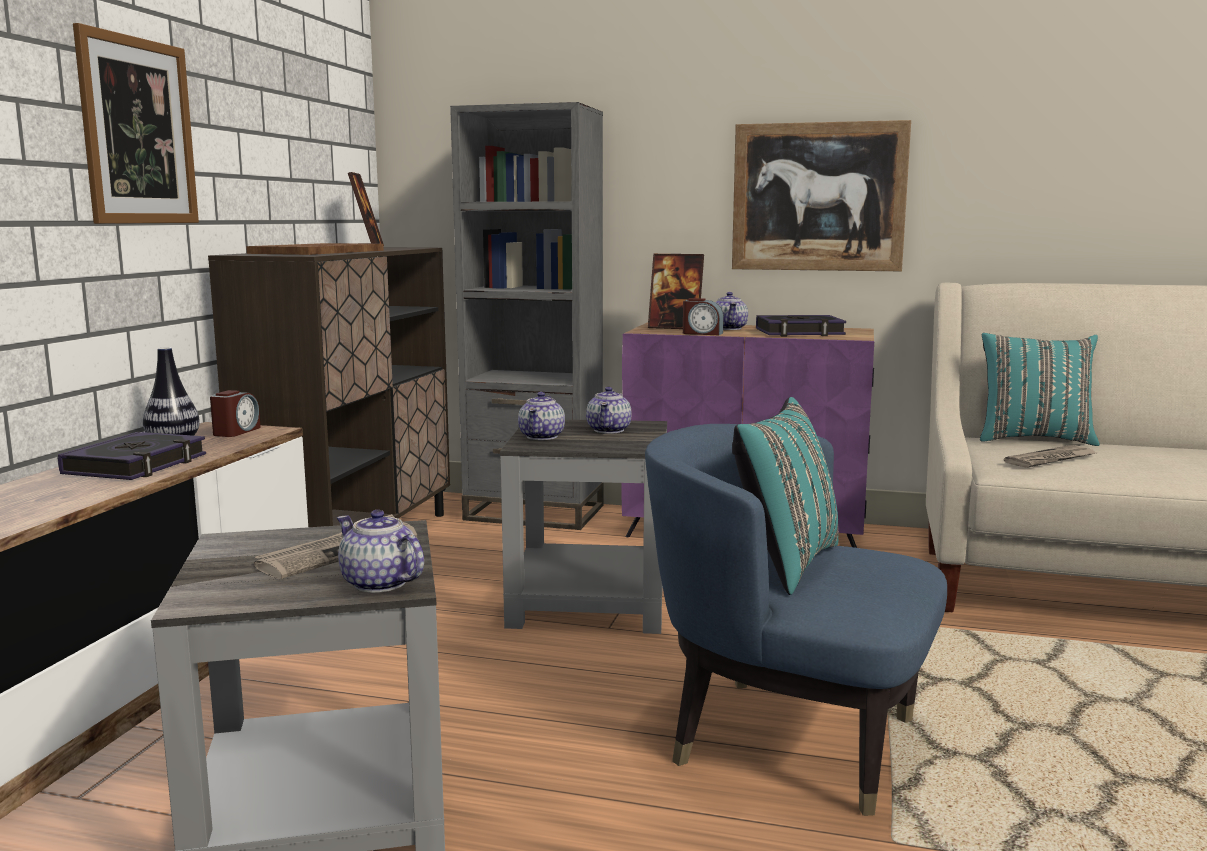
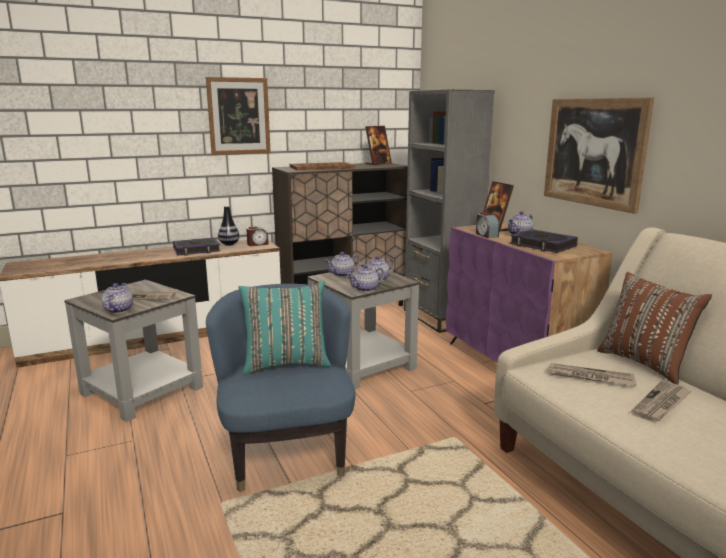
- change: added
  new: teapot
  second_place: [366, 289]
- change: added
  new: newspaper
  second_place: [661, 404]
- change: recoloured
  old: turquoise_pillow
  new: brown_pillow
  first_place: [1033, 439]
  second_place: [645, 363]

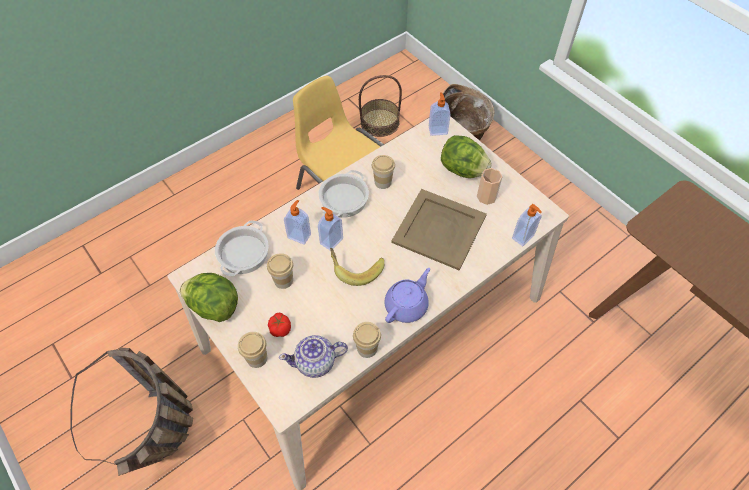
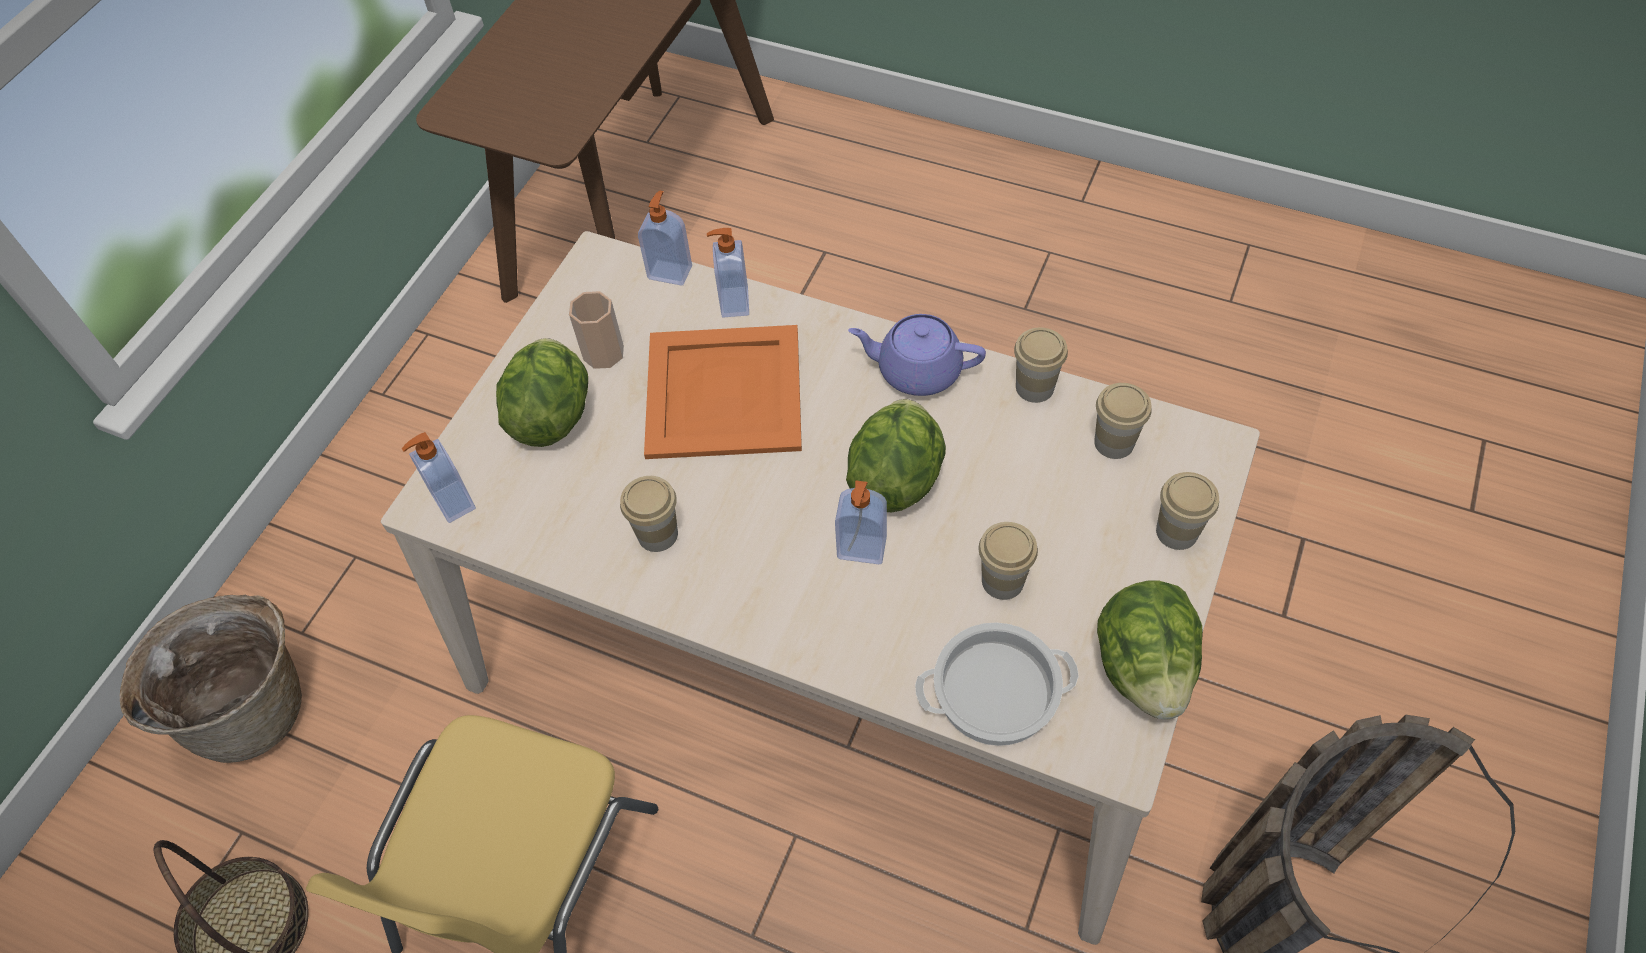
- change: removed
  old: tomato
  first_place: [280, 328]
- change: removed
  old: cooking_pot
  first_place: [343, 199]
- change: moved
  old: soap_dispenser
  first_place: [299, 235]
  second_place: [733, 302]
- change: replaced
  old: teapot
  new: cup
  first_place: [316, 362]
  second_place: [1114, 442]
- change: replaced
  old: banana
  new: lettuce
  first_place: [356, 269]
  second_place: [896, 477]
- change: recoloured
  old: beige_tray
  new: orange_tray
  first_place: [439, 229]
  second_place: [725, 391]

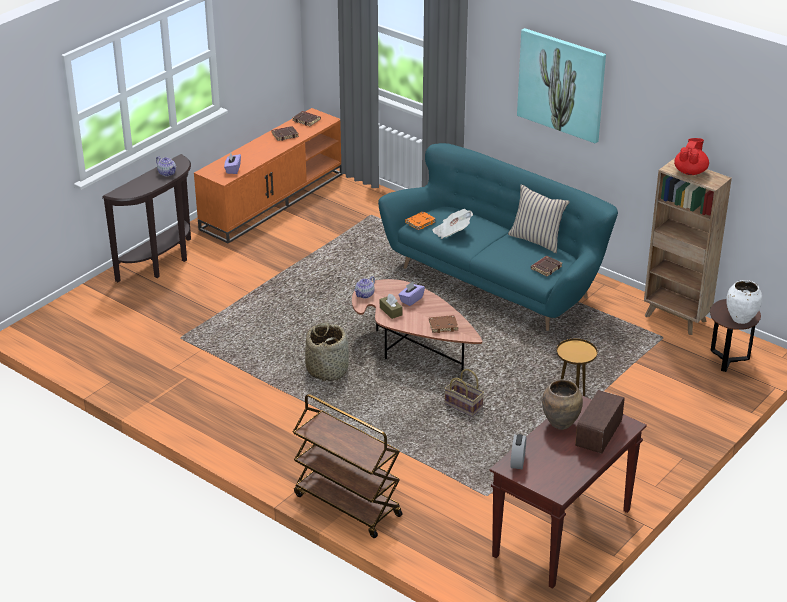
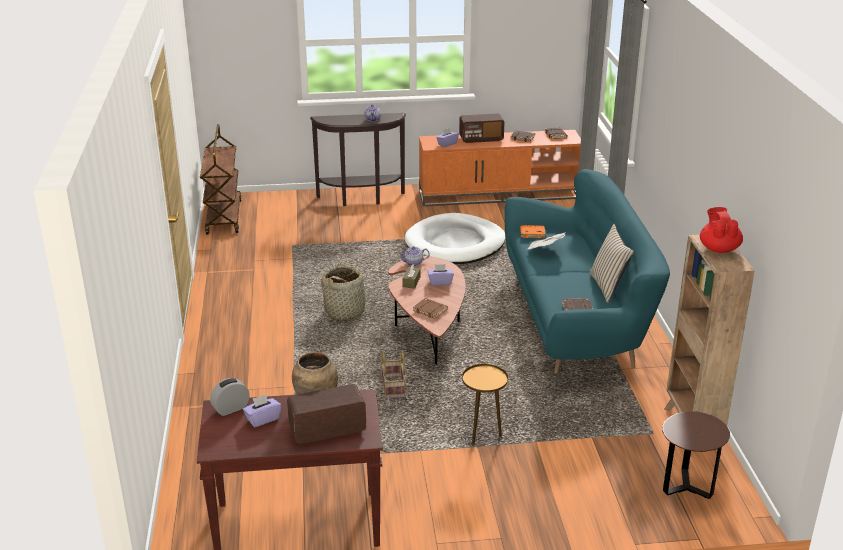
- change: removed
  old: picture
  first_place: [562, 84]
- change: removed
  old: white_vase
  first_place: [740, 319]
- change: added
  new: purple_tissue_box
  second_place: [262, 419]
- change: added
  new: white_dog_bed
  second_place: [455, 244]
- change: added
  new: radio
  second_place: [481, 139]
- change: moved
  old: brown_cart
  first_place: [346, 505]
  second_place: [223, 216]
- change: turned
  old: red_teapot
  first_place: [690, 171]
  second_place: [718, 248]
  degrees: -75

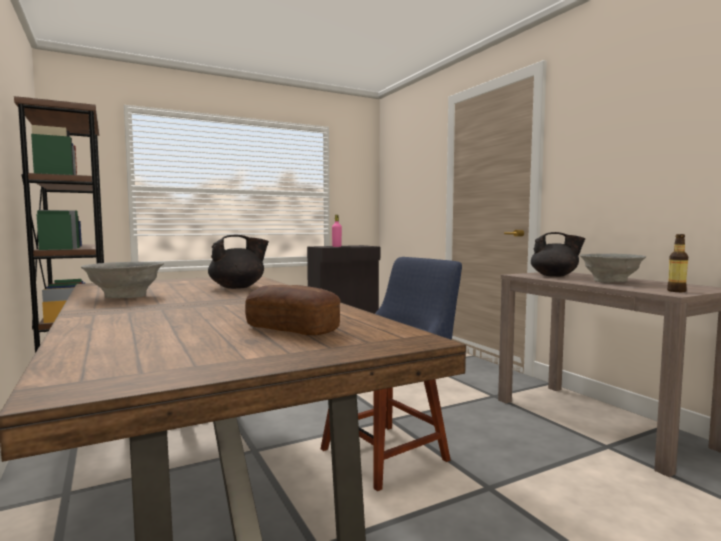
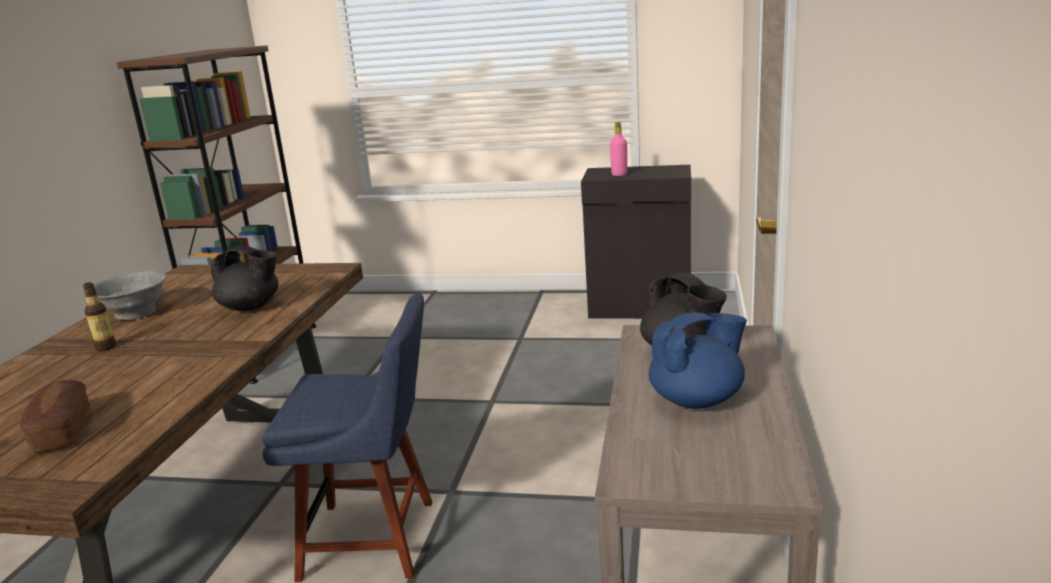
- change: moved
  old: bottle
  first_place: [676, 291]
  second_place: [106, 347]
- change: replaced
  old: grey_bowl
  new: blue_teapot
  first_place: [610, 281]
  second_place: [697, 400]

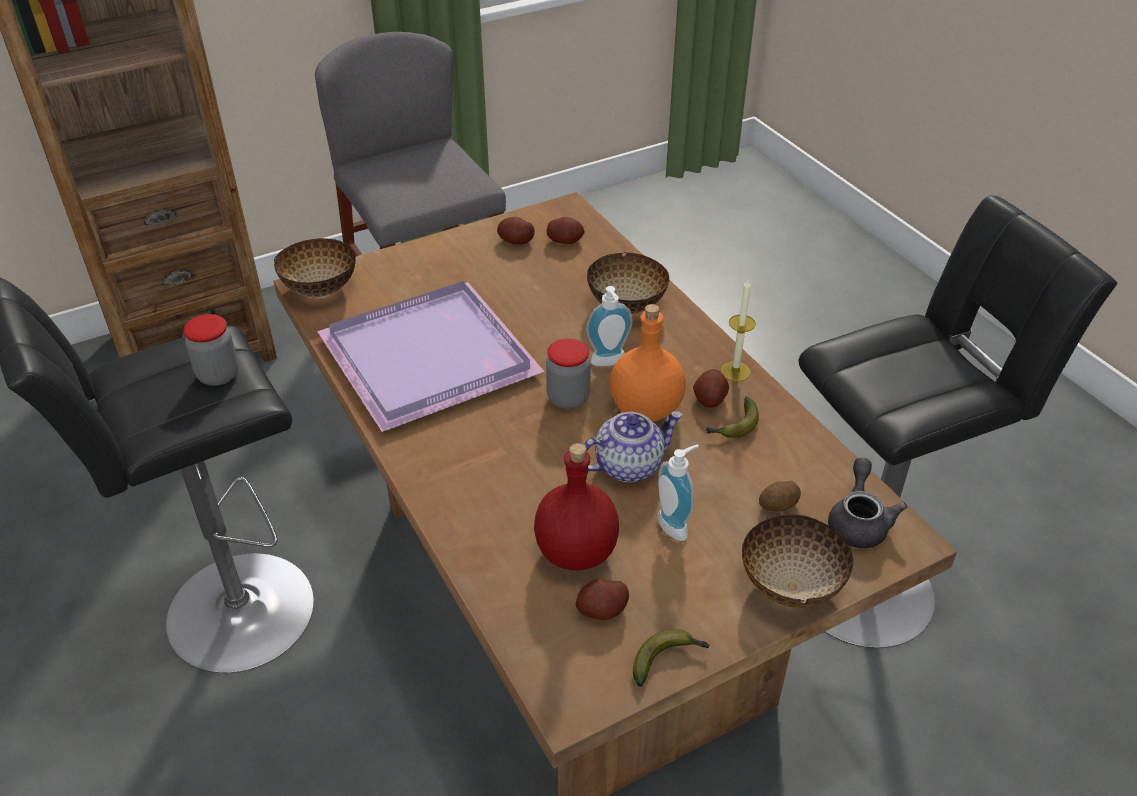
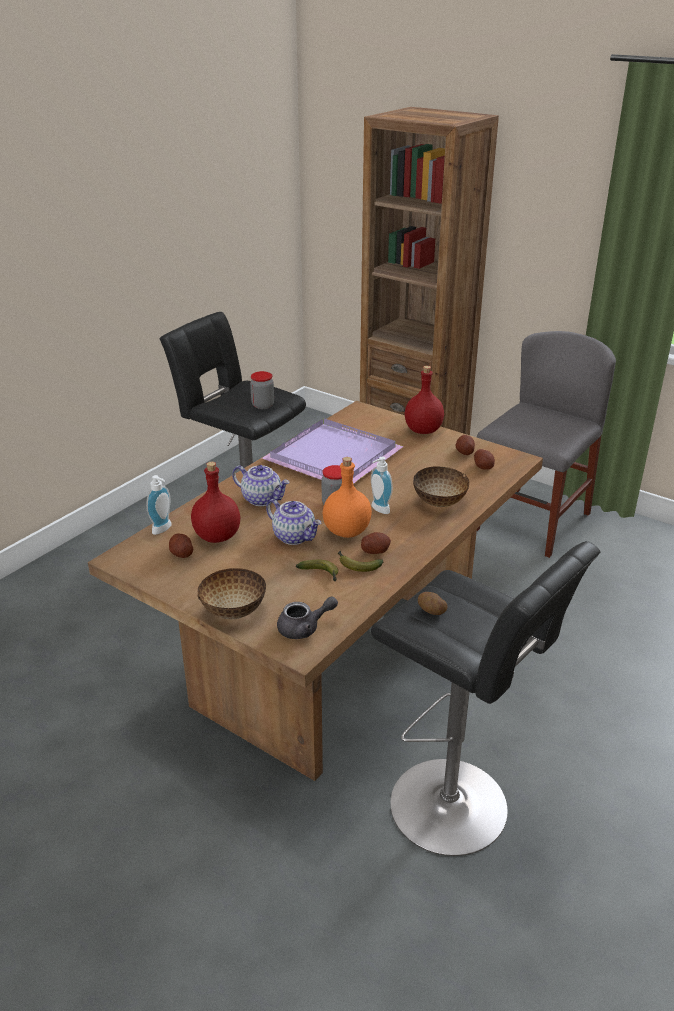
- change: removed
  old: bowl
  first_place: [321, 289]
- change: removed
  old: candle
  first_place: [735, 371]
- change: added
  new: teapot
  second_place: [262, 499]
- change: added
  new: red_bottle
  second_place: [423, 430]
- change: moved
  old: banana
  first_place: [668, 659]
  second_place: [321, 574]
- change: moved
  old: soap_dispenser
  first_place: [676, 524]
  second_place: [164, 529]
- change: moved
  old: potato
  first_place: [778, 506]
  second_place: [431, 611]

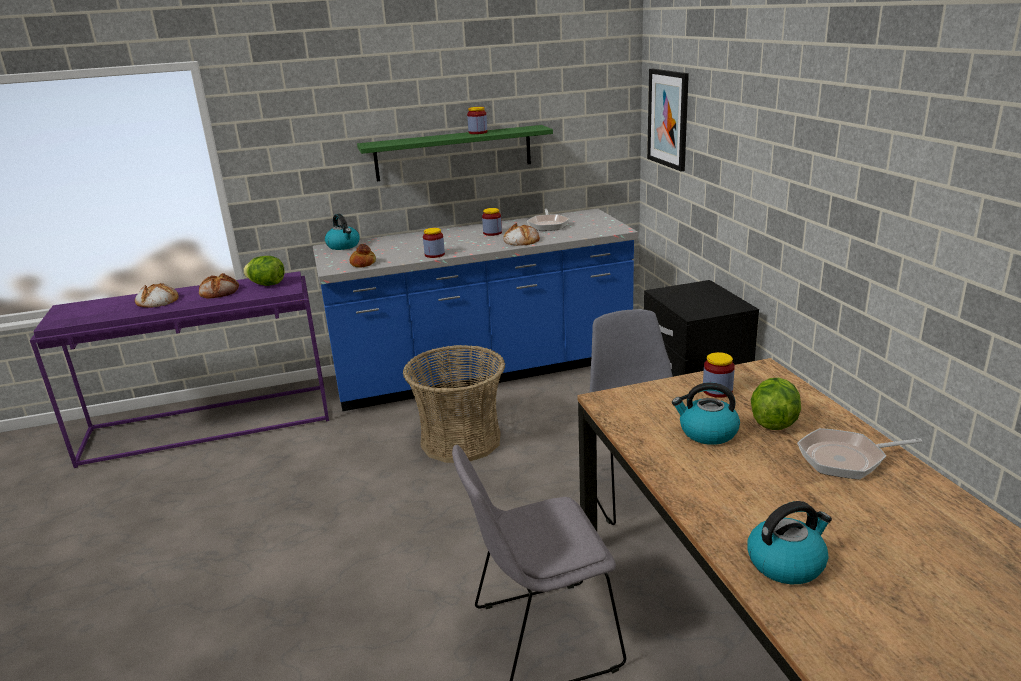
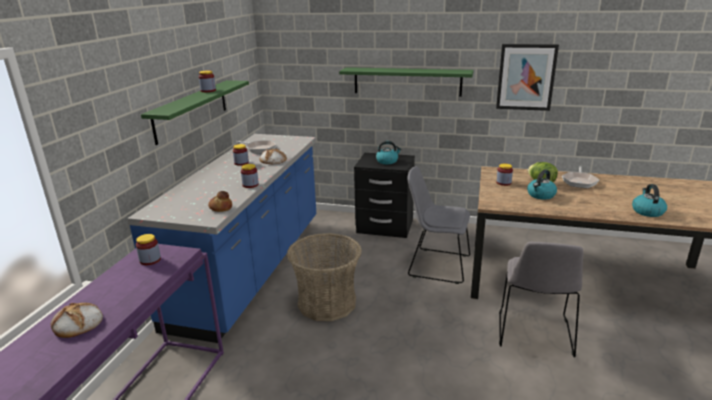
- change: removed
  old: bread
  first_place: [219, 291]
- change: added
  new: green_shelf
  second_place: [407, 81]
- change: moved
  old: kettle
  first_place: [343, 246]
  second_place: [387, 161]
- change: moved
  old: picture
  first_place: [668, 118]
  second_place: [526, 77]
- change: replaced
  old: lettuce
  new: jar
  first_place: [267, 284]
  second_place: [150, 260]

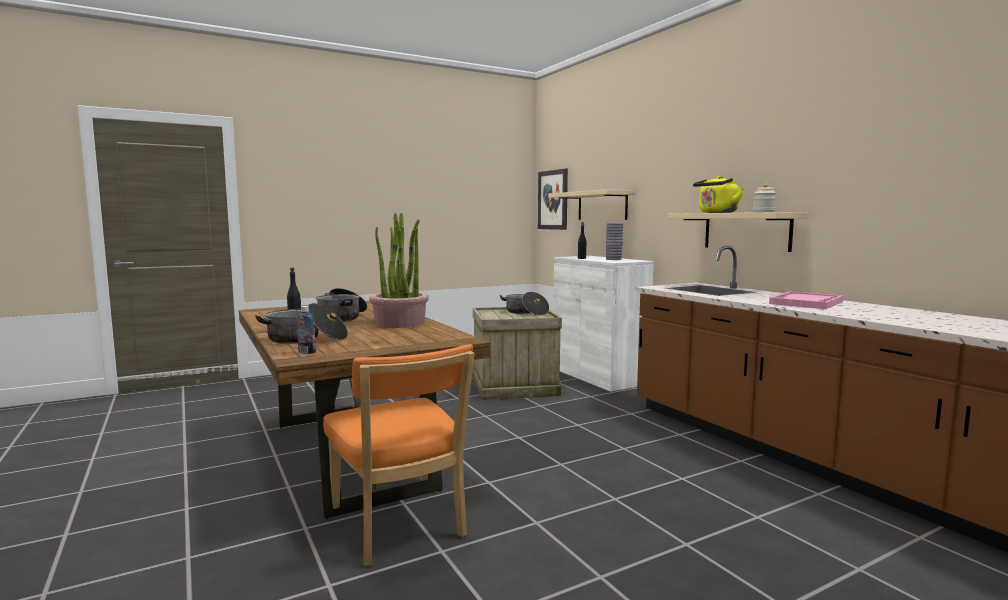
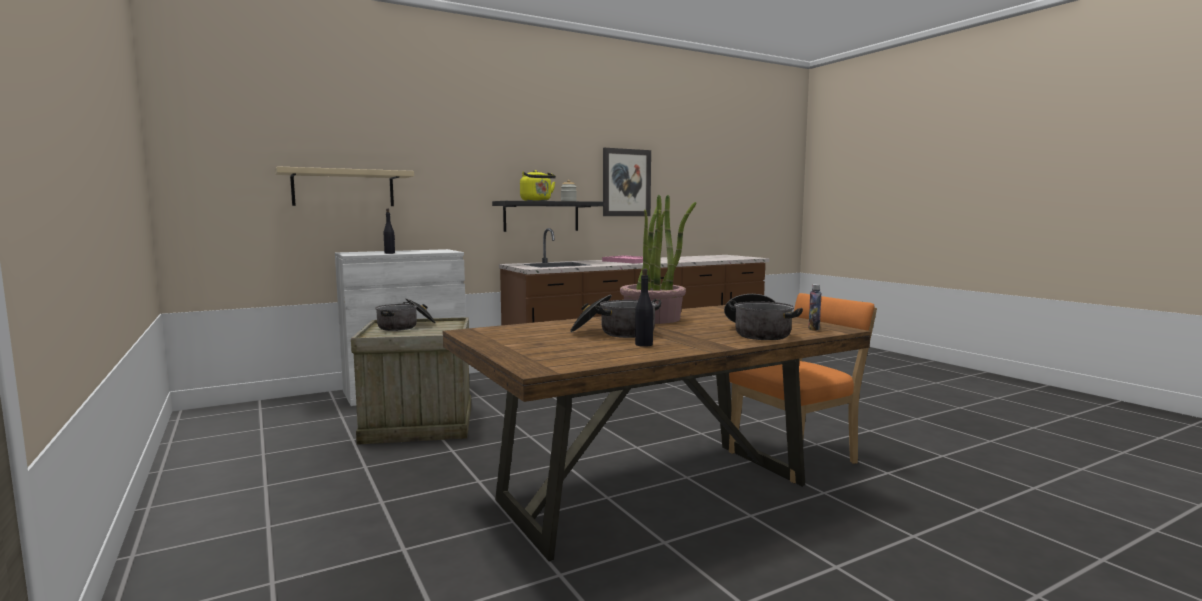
- change: removed
  old: grey_vase
  first_place: [613, 259]
- change: moved
  old: picture
  first_place: [553, 200]
  second_place: [626, 182]
- change: recoloured
  old: beige_shelf
  new: black_shelf
  first_place: [746, 231]
  second_place: [541, 216]

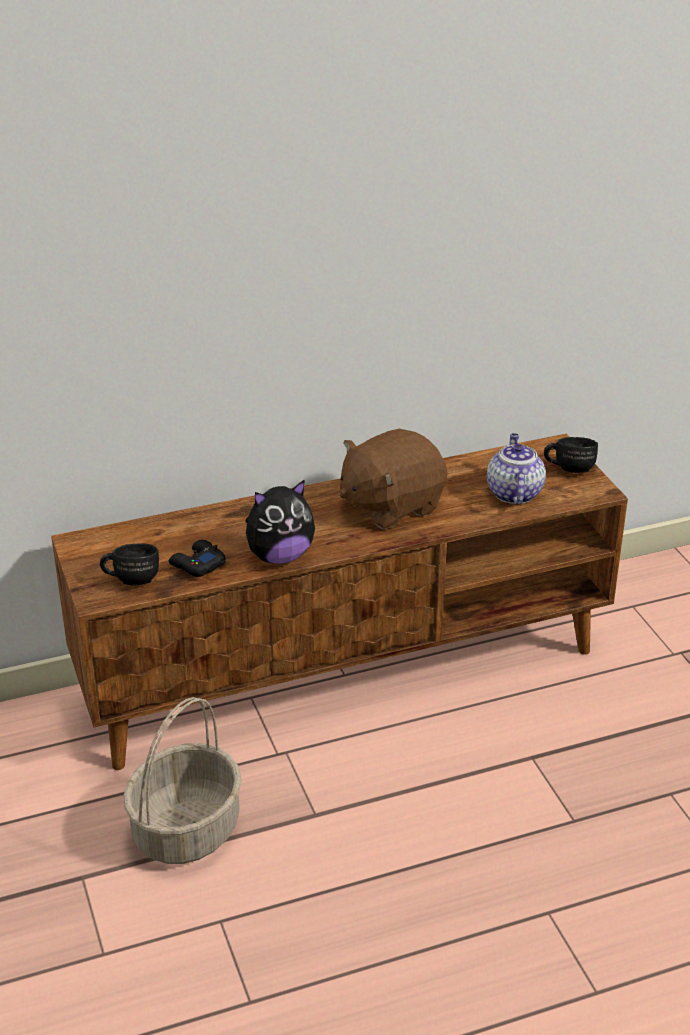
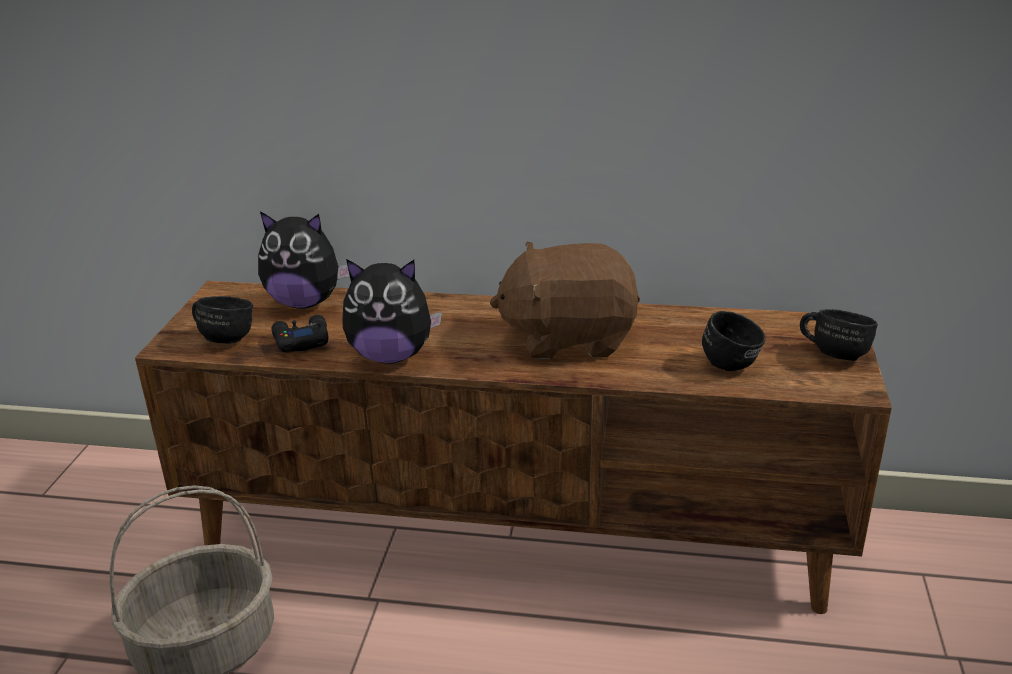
- change: added
  new: plush_toy
  second_place: [305, 302]
- change: replaced
  old: teapot
  new: black_mug
  first_place: [513, 492]
  second_place: [734, 361]

